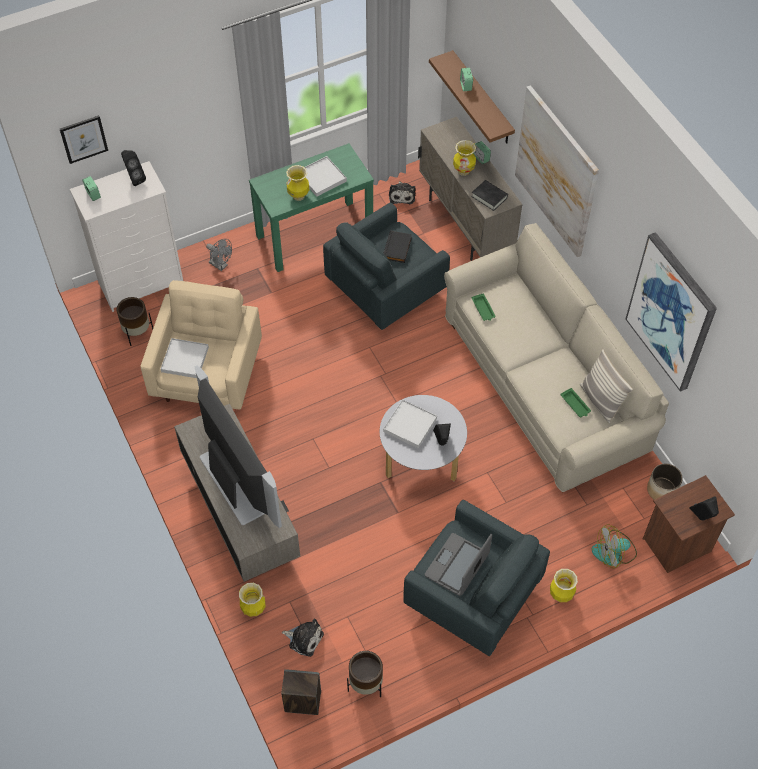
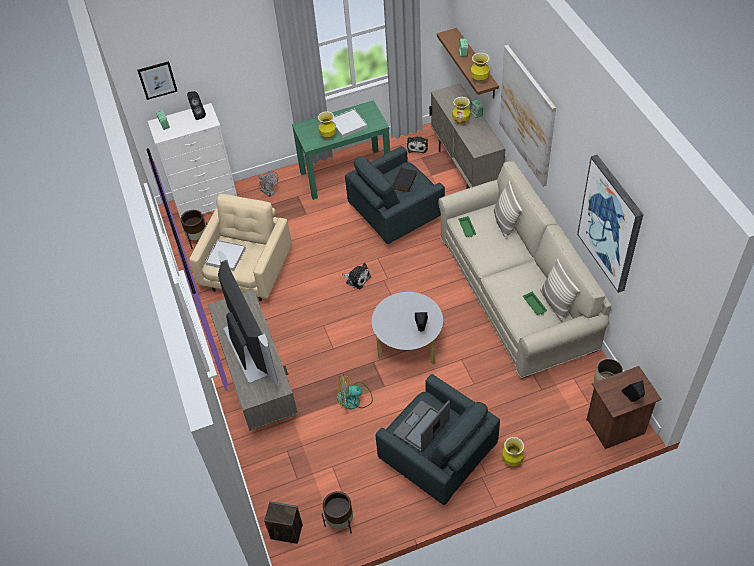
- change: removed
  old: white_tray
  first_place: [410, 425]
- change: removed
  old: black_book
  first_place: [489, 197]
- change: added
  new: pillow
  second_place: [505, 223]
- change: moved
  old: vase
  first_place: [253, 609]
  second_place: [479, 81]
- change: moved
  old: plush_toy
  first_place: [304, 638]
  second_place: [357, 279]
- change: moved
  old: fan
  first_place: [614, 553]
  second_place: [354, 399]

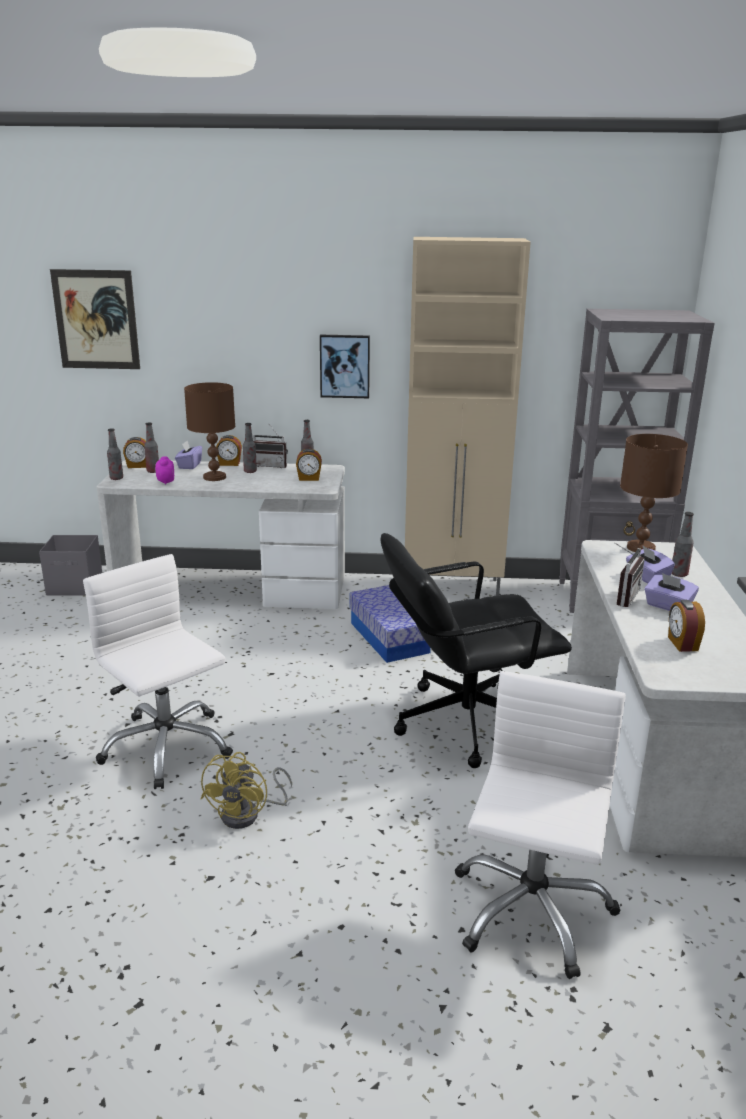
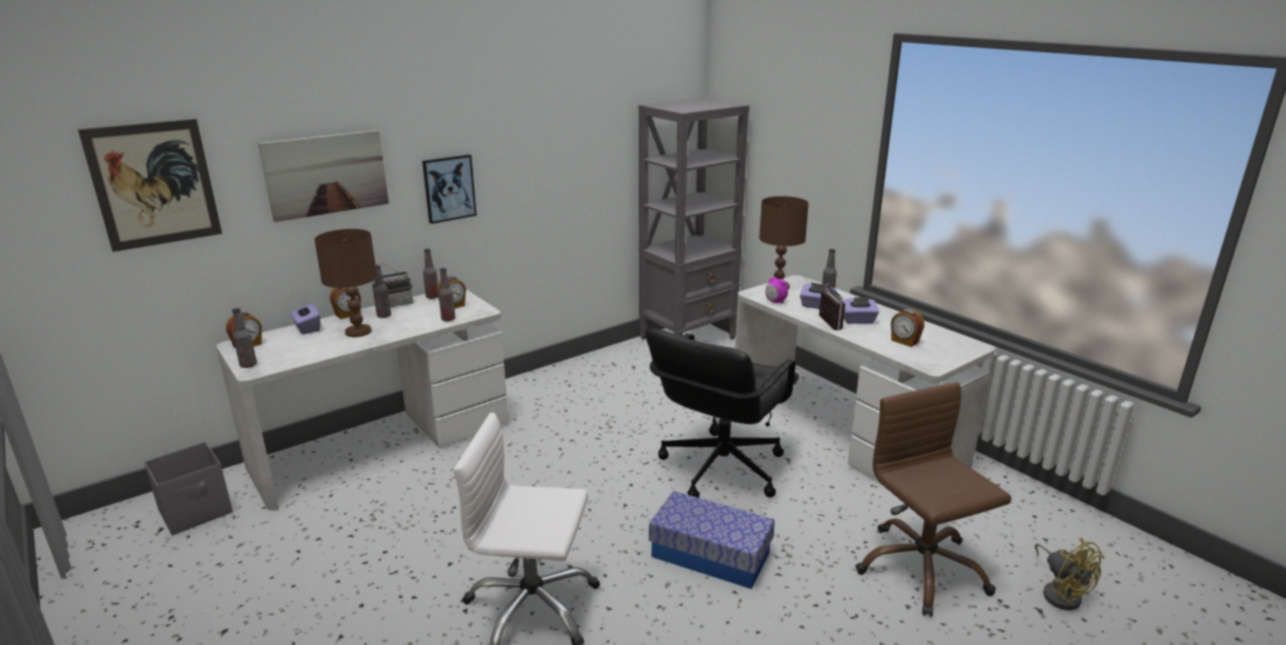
- change: removed
  old: beige_cabinet
  first_place: [453, 587]
- change: added
  new: picture
  second_place: [326, 174]
- change: moved
  old: bottle
  first_place: [153, 471]
  second_place: [448, 319]
- change: moved
  old: alarm_clock
  first_place: [165, 482]
  second_place: [775, 302]
- change: moved
  old: yellow_fan
  first_place: [248, 814]
  second_place: [1060, 593]
- change: moved
  old: storage_box
  first_place: [389, 637]
  second_place: [710, 555]
- change: recoloured
  old: white_office_chair
  new: brown_office_chair
  first_place: [530, 909]
  second_place: [921, 569]

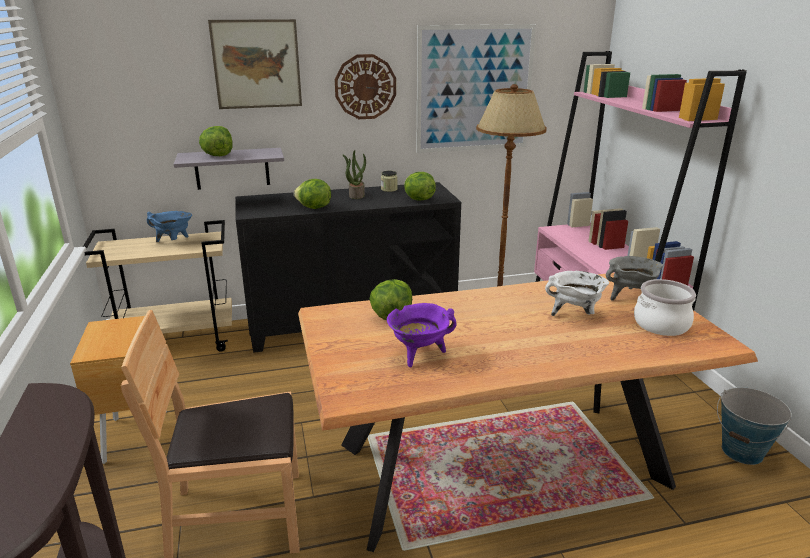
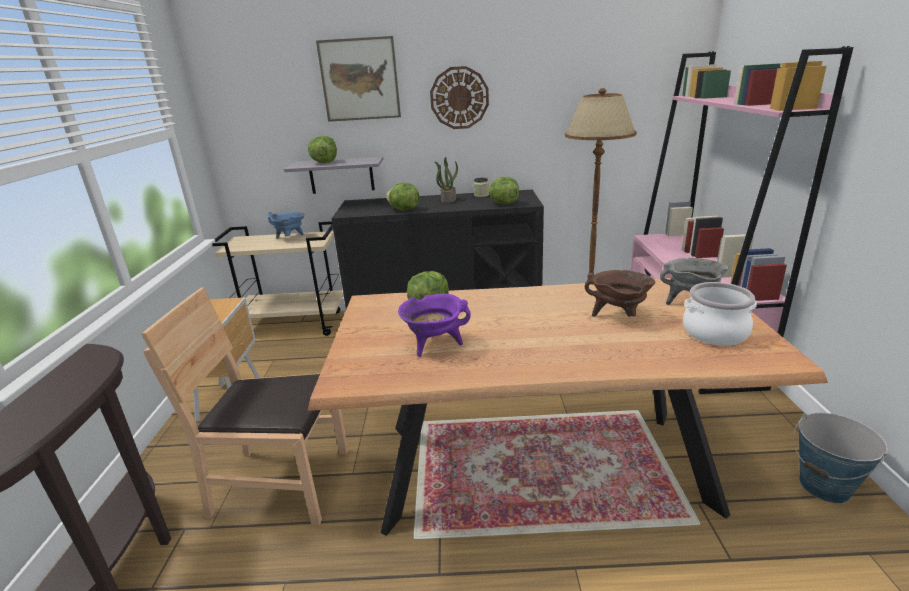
- change: removed
  old: picture
  first_place: [474, 89]
- change: recoloured
  old: white_cooking_pot
  new: brown_cooking_pot
  first_place: [574, 314]
  second_place: [618, 316]

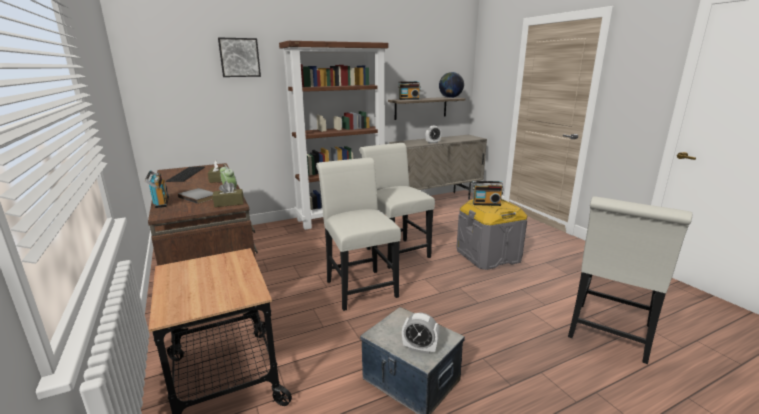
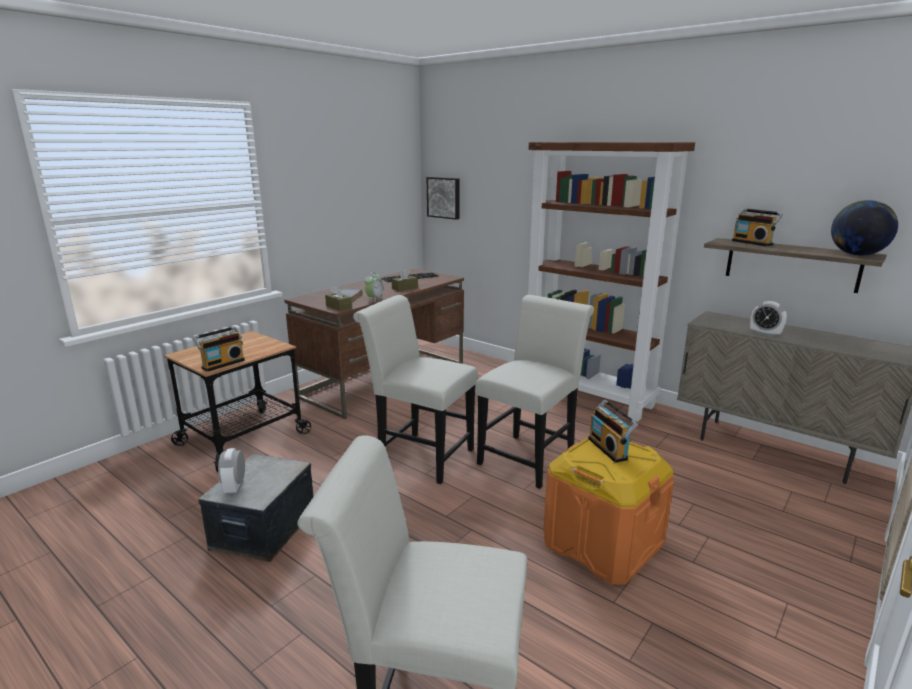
- change: moved
  old: radio
  first_place: [160, 202]
  second_place: [222, 364]
- change: moved
  old: picture
  first_place: [239, 57]
  second_place: [444, 197]
- change: recoloured
  old: grey_storage_box
  new: orange_storage_box
  first_place: [488, 256]
  second_place: [602, 544]
- change: turned
  old: white_chair
  first_place: [359, 286]
  second_place: [419, 455]
  degrees: -105

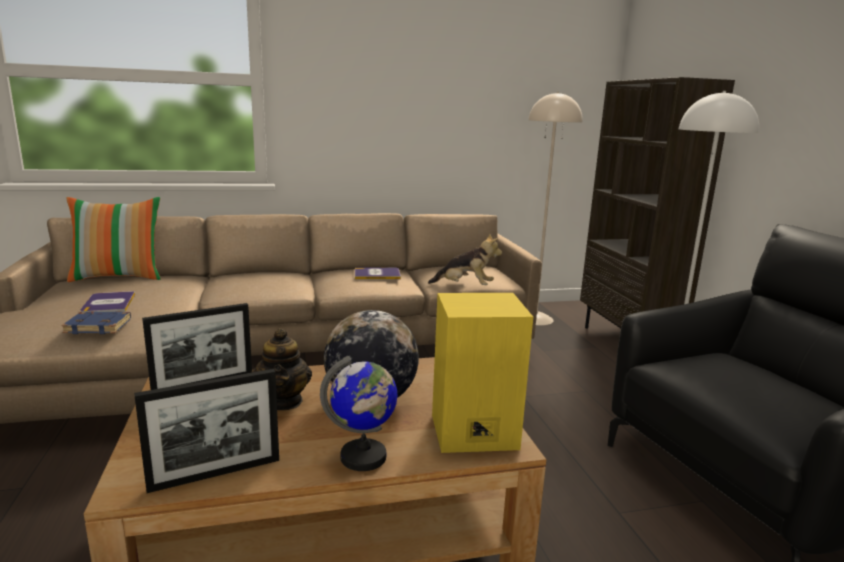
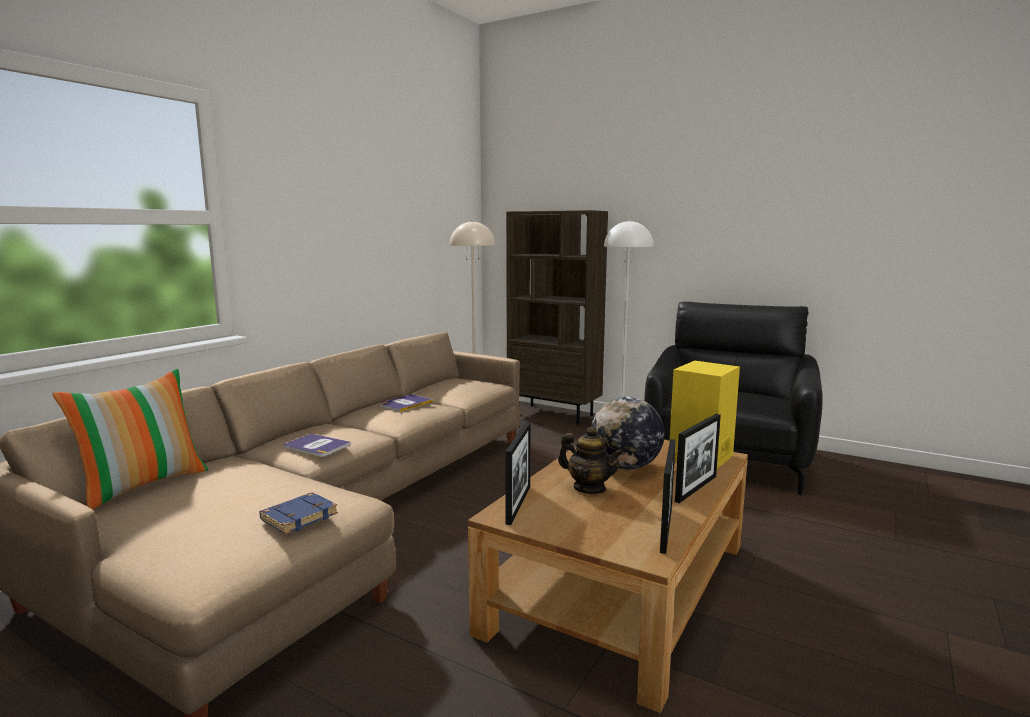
- change: removed
  old: plush_toy
  first_place: [465, 287]
- change: moved
  old: book
  first_place: [109, 304]
  second_place: [316, 446]
- change: replaced
  old: globe
  new: picture_frame
  first_place: [363, 457]
  second_place: [696, 488]

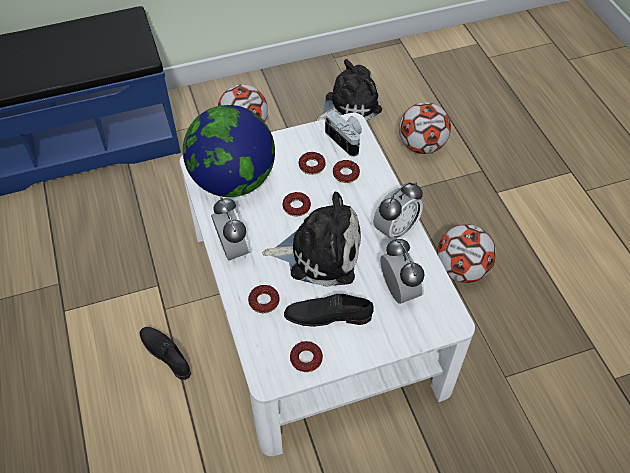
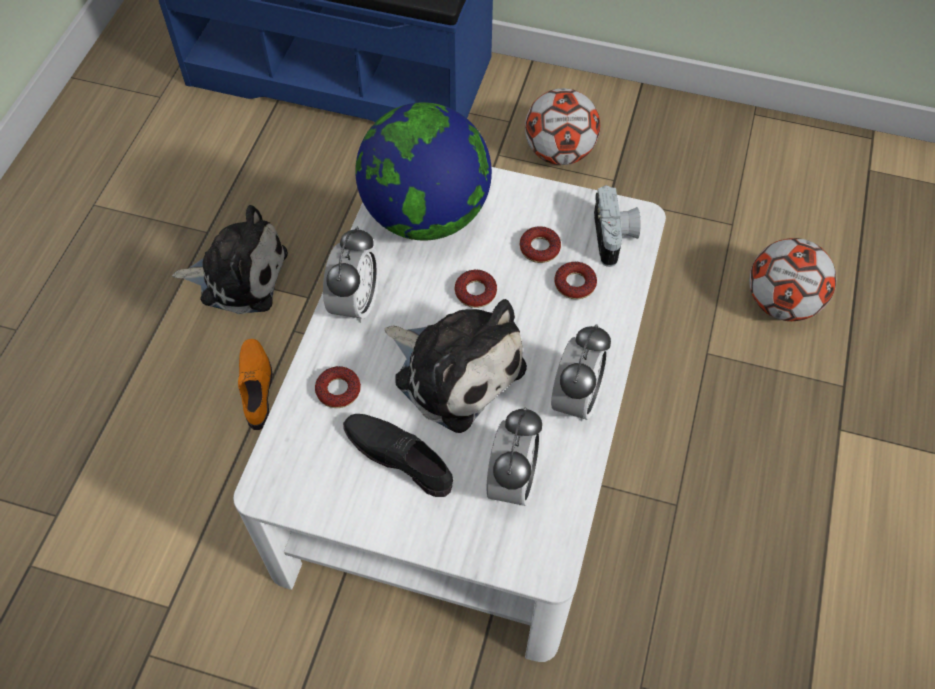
- change: removed
  old: donut
  first_place: [306, 359]
- change: removed
  old: football
  first_place: [461, 269]
- change: moved
  old: plush_toy
  first_place: [349, 105]
  second_place: [238, 275]
- change: recoloured
  old: black_shoe
  new: orange_shoe
  first_place: [166, 353]
  second_place: [257, 385]
- change: turned
  old: alarm_clock
  first_place: [395, 230]
  second_place: [576, 398]
  degrees: -60

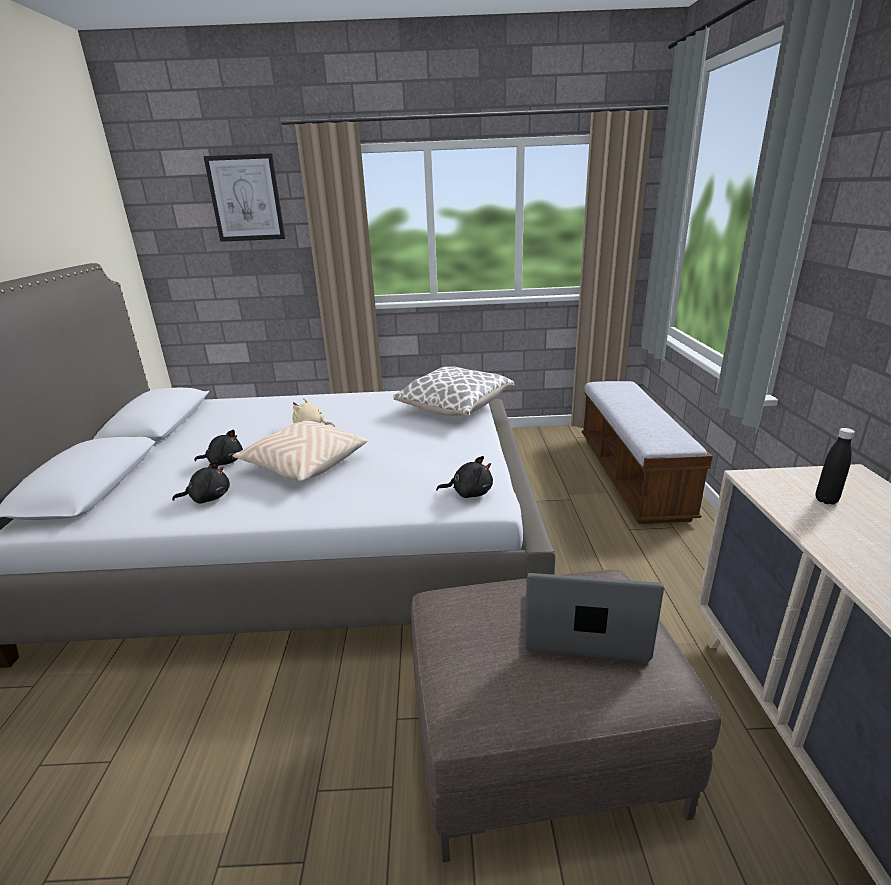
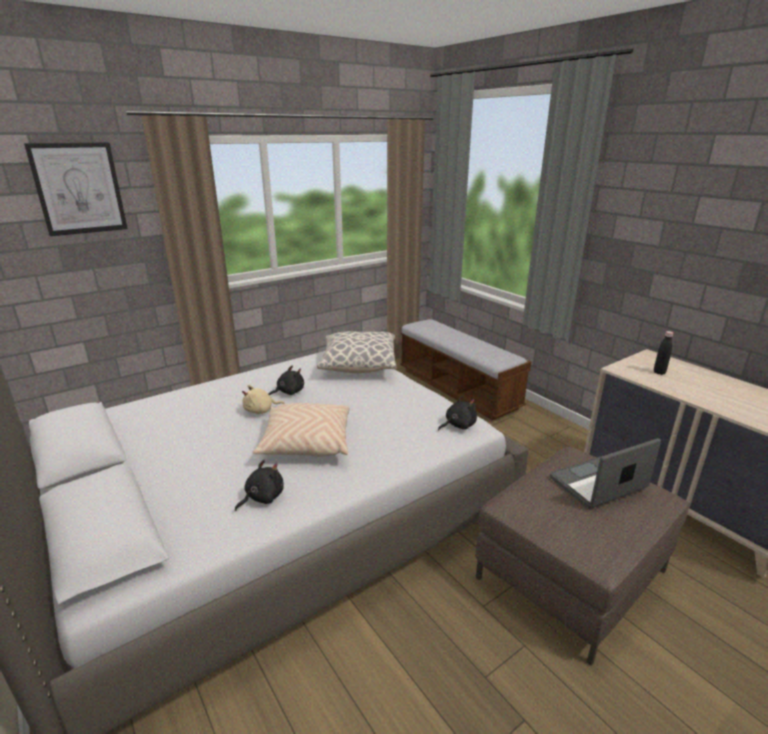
- change: moved
  old: black_plush_toy
  first_place: [224, 462]
  second_place: [289, 392]

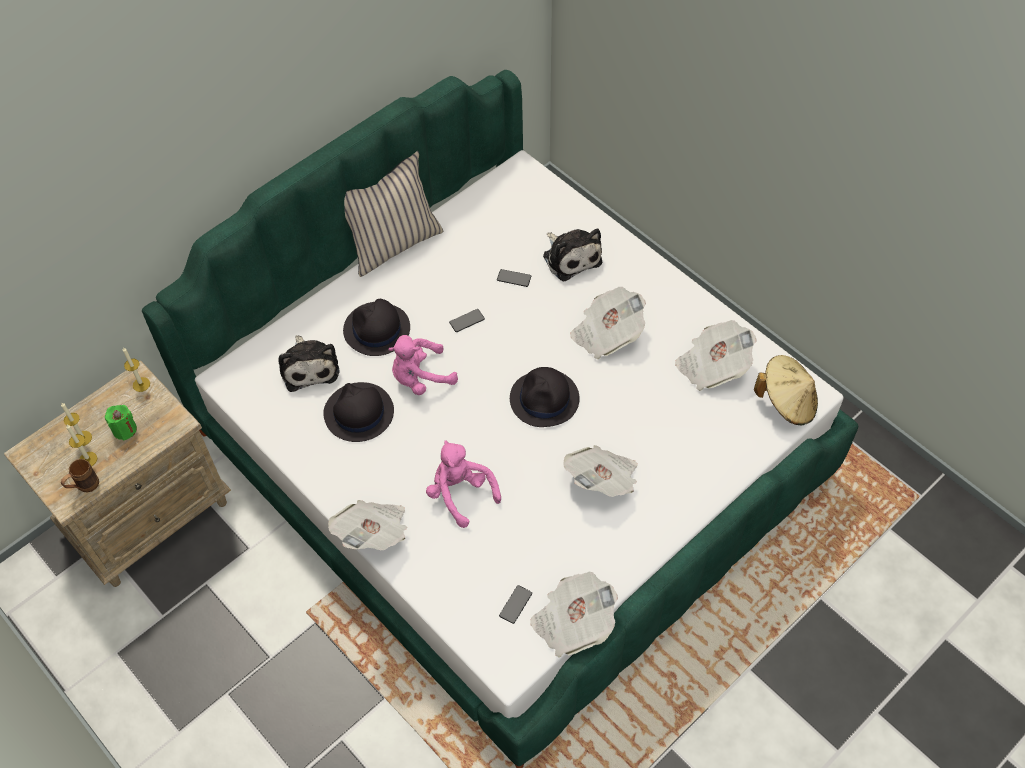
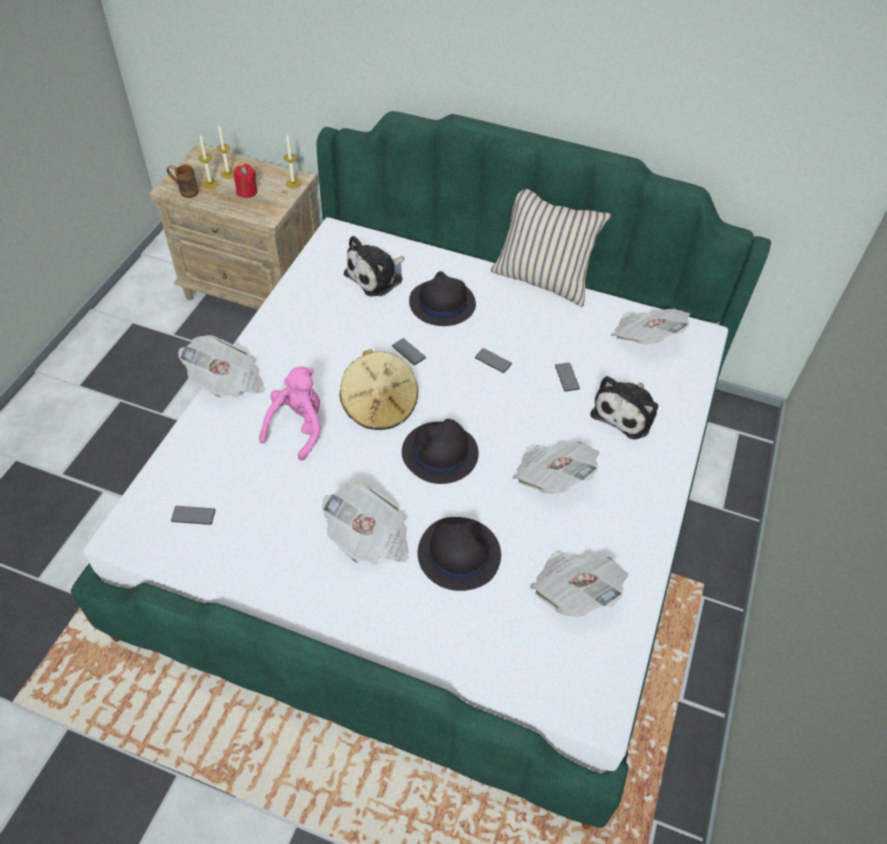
- change: moved
  old: black_hat
  first_place: [358, 413]
  second_place: [458, 554]
- change: moved
  old: newspaper
  first_place: [572, 623]
  second_place: [645, 338]
- change: moved
  old: beige_hat
  first_place: [787, 402]
  second_place: [380, 406]
- change: replaced
  old: pink_plush_toy
  new: phone
  first_place: [420, 378]
  second_place: [408, 352]
- change: recoloured
  old: green_candle
  new: red_candle
  first_place: [125, 429]
  second_place: [247, 191]

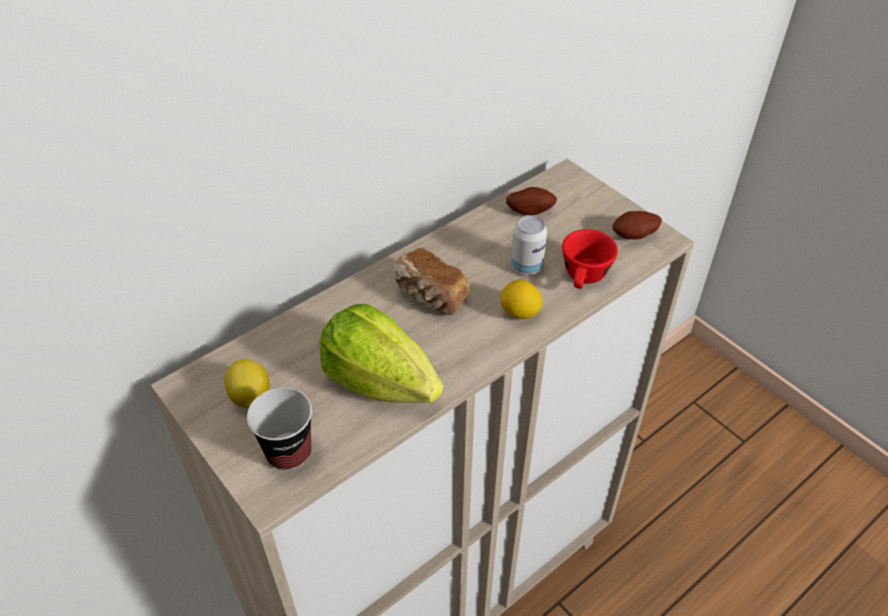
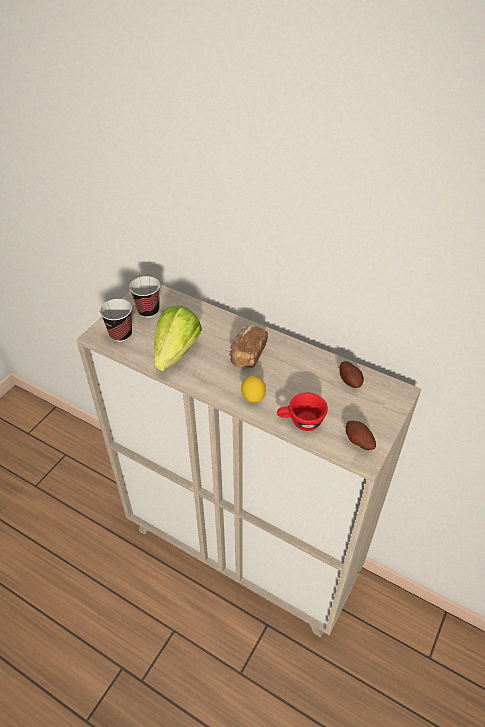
- change: removed
  old: can
  first_place: [526, 266]
- change: replaced
  old: lemon
  new: cup
  first_place: [250, 398]
  second_place: [148, 311]

